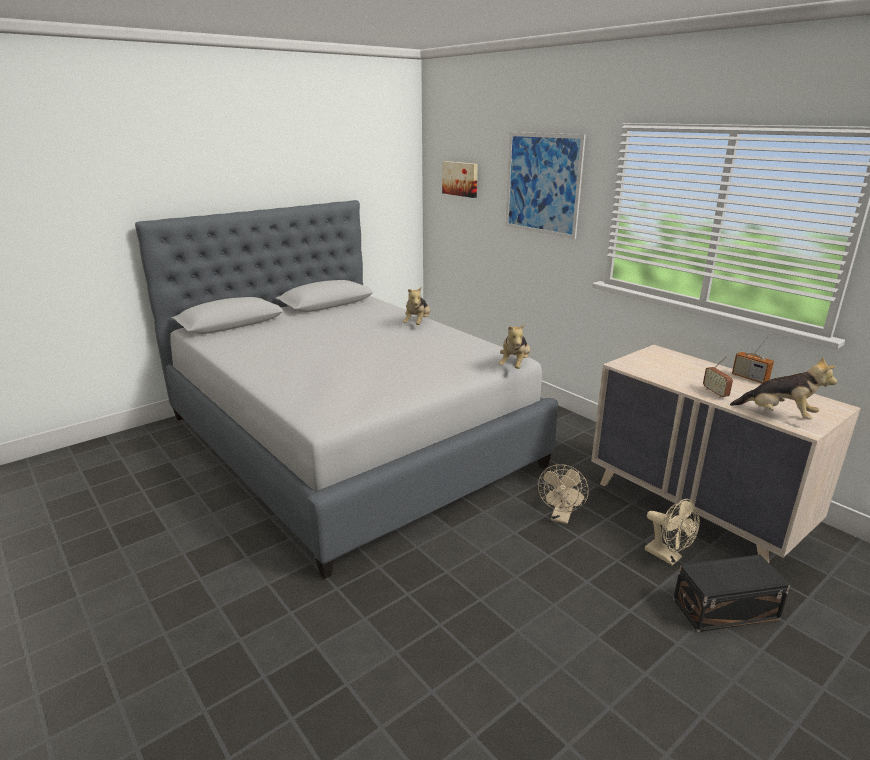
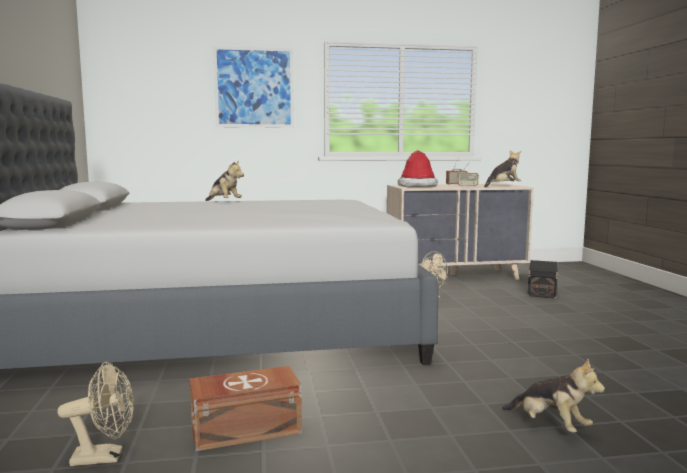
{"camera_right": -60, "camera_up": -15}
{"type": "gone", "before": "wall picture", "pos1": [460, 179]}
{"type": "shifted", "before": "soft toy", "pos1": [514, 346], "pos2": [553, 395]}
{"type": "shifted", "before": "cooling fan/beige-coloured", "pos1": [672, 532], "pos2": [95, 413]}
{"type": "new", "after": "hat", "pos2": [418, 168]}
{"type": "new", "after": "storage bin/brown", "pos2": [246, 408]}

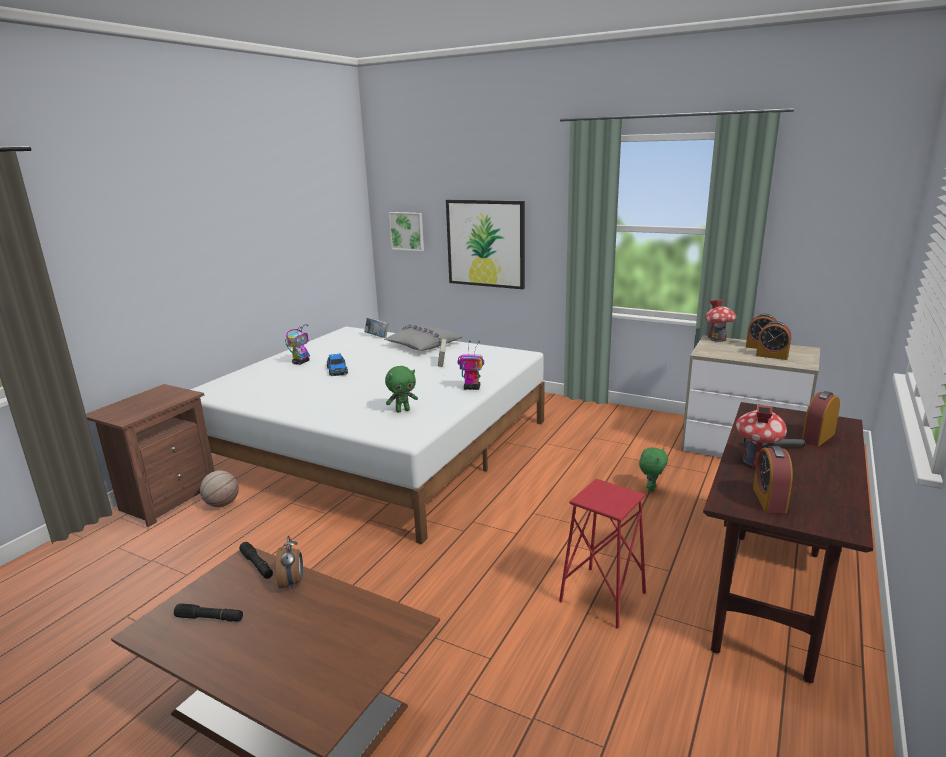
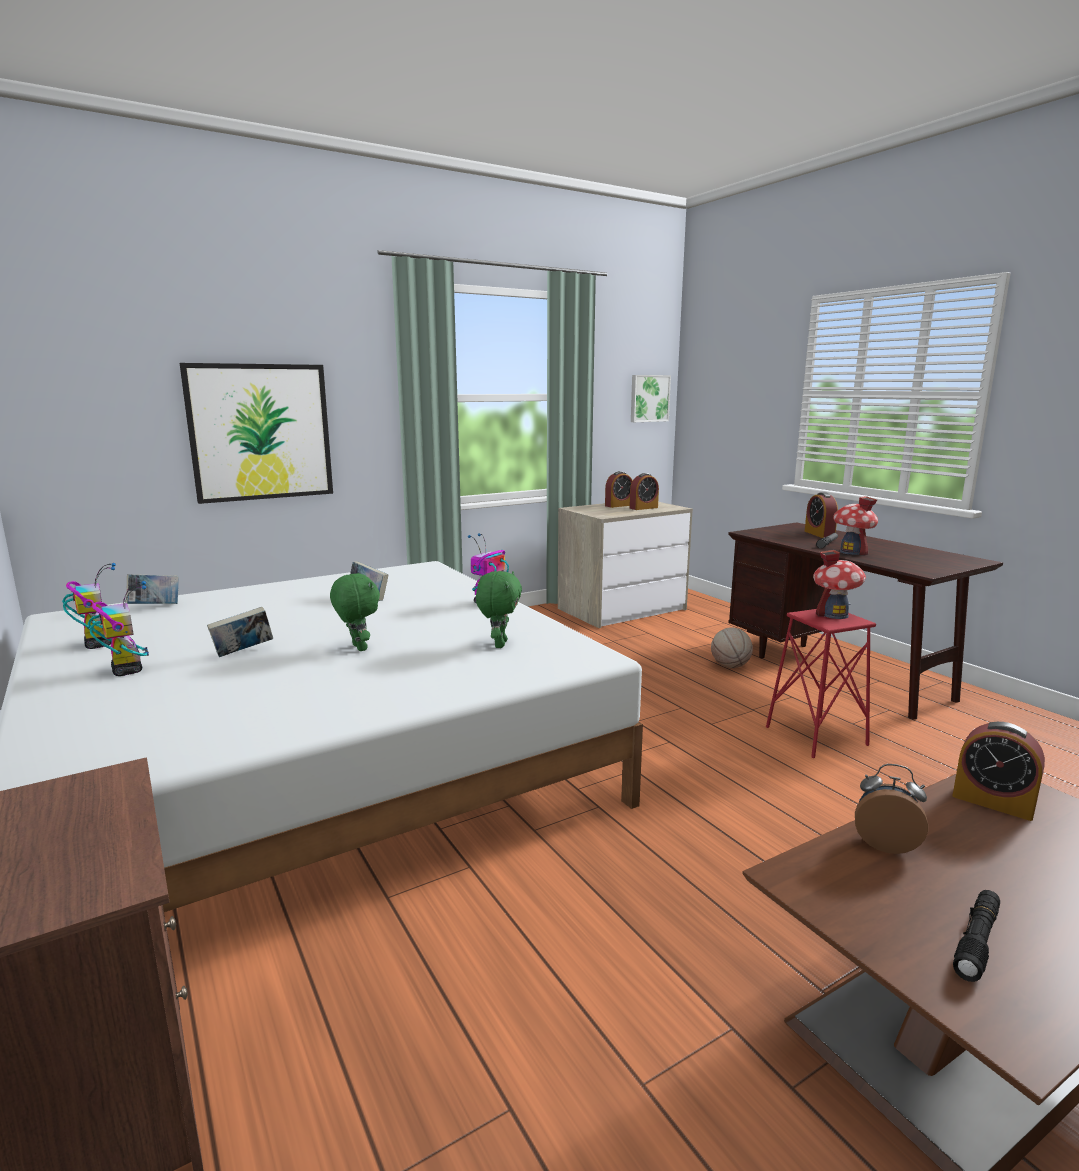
{"camera_right": -60, "camera_up": -5}
{"type": "shifted", "before": "wall picture", "pos1": [406, 231], "pos2": [651, 398]}
{"type": "shifted", "before": "miniature house", "pos1": [720, 320], "pos2": [839, 584]}
{"type": "gone", "before": "pillow/grey", "pos1": [423, 337]}
{"type": "swapped", "before": "model car", "after": "bound book", "pos1": [337, 364], "pos2": [240, 632]}
{"type": "shifted", "before": "table clock", "pos1": [773, 480], "pos2": [998, 771]}
{"type": "shifted", "before": "soft toy/green", "pos1": [653, 469], "pos2": [355, 612]}
{"type": "shifted", "before": "basketball ball", "pos1": [219, 488], "pos2": [732, 647]}
{"type": "gone", "before": "hand torch/blackish", "pos1": [256, 560]}
{"type": "new", "after": "robot figure", "pos2": [89, 606]}

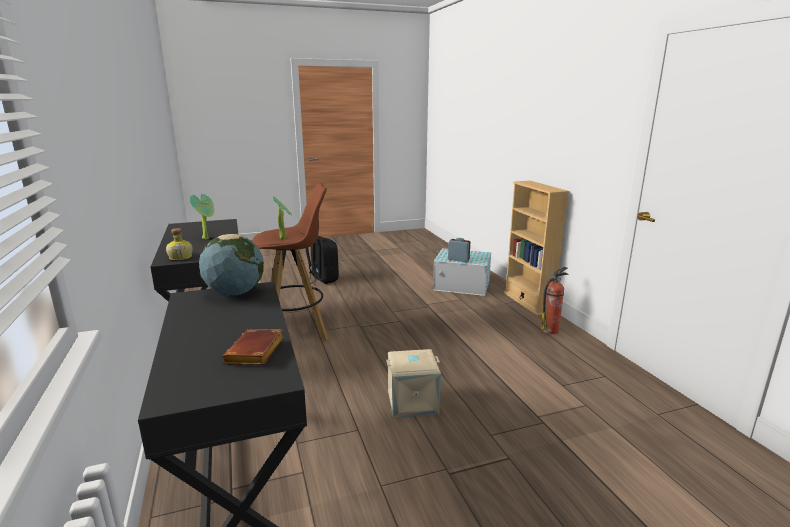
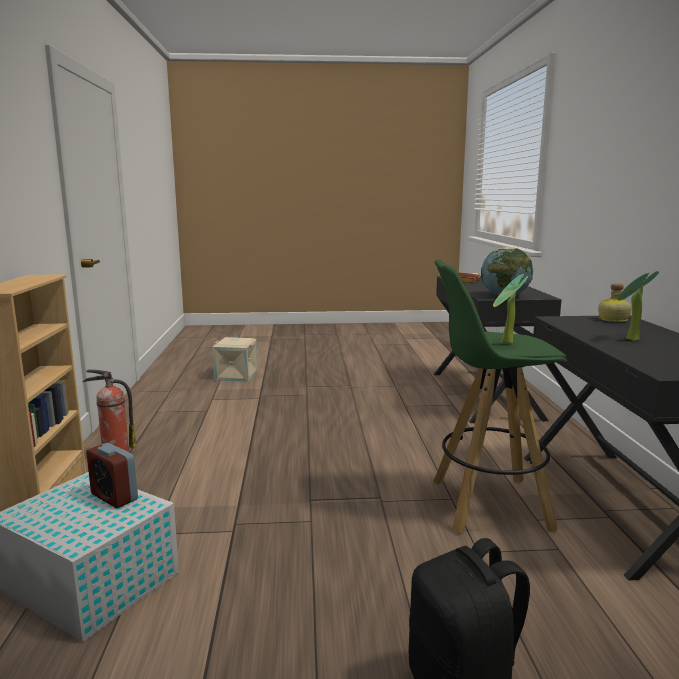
{"camera_right": -165, "camera_up": -5}
{"type": "repainted", "before": "sitting stool/brown", "after": "sitting stool/green", "pos1": [290, 262], "pos2": [500, 396]}
{"type": "shifted", "before": "storage bin/beige-coloured", "pos1": [413, 383], "pos2": [235, 359]}

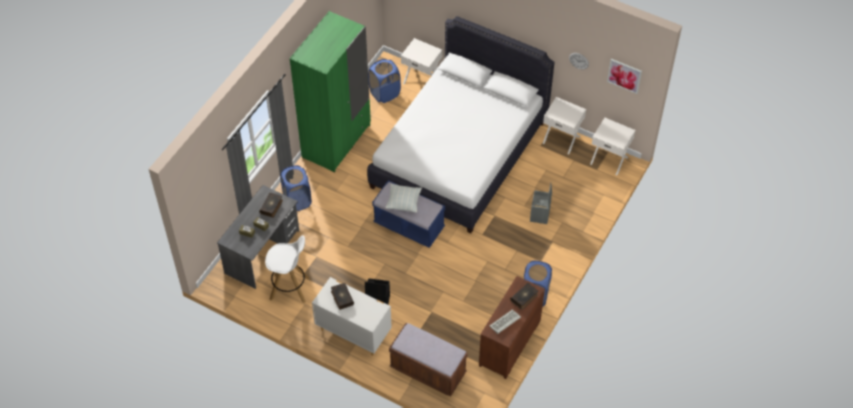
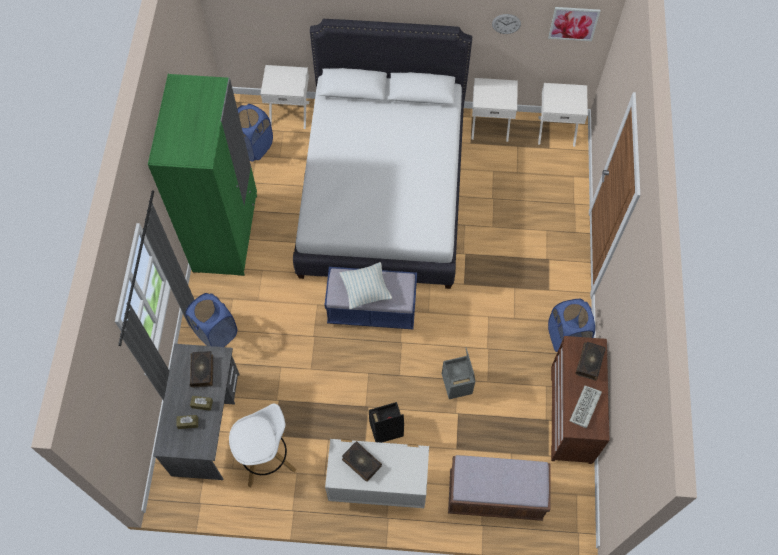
{"camera_right": -25, "camera_up": 10}
{"type": "shifted", "before": "storage bin/grey", "pos1": [541, 203], "pos2": [458, 373]}

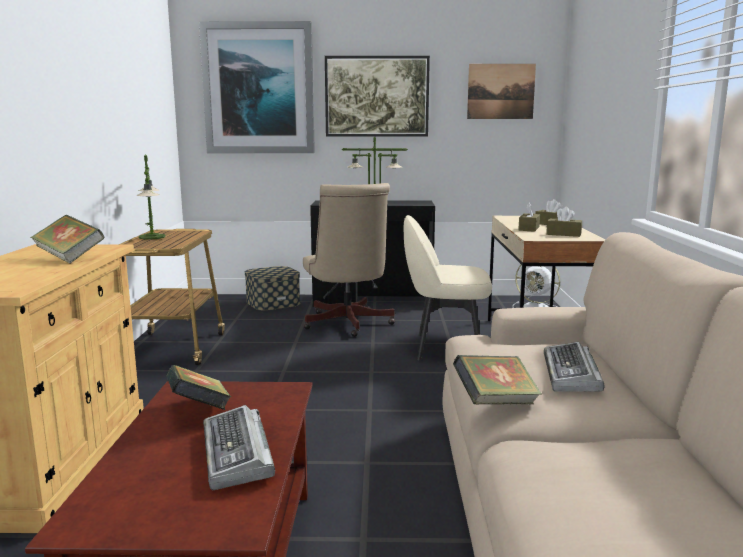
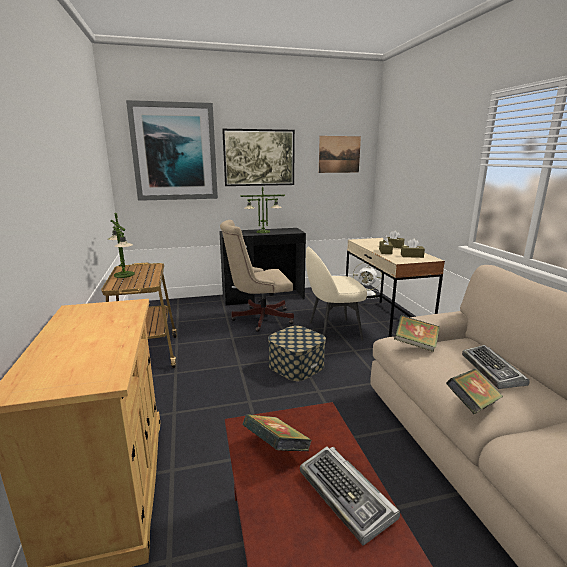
{"camera_right": -15, "camera_up": 5}
{"type": "rotated", "before": "desk chair/beige-coloured", "pos1": [349, 260], "pos2": [257, 276], "turn": 105}
{"type": "shifted", "before": "bound book", "pos1": [67, 239], "pos2": [417, 333]}
{"type": "shifted", "before": "storage bin", "pos1": [272, 288], "pos2": [297, 353]}

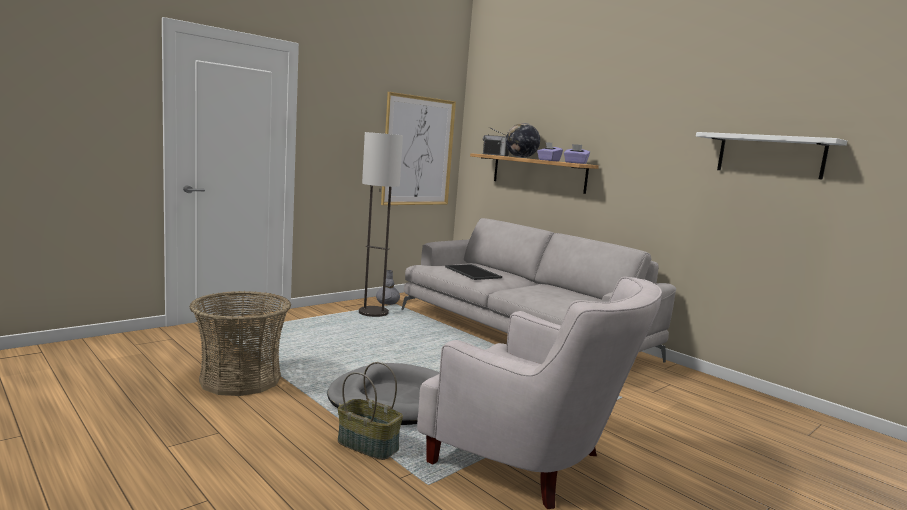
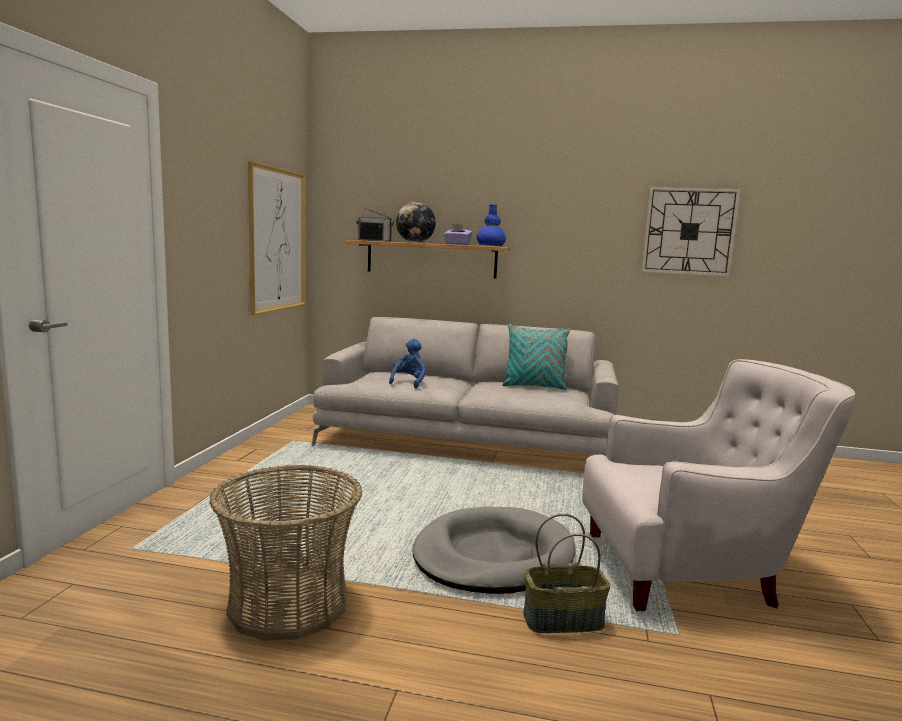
{"camera_right": -35, "camera_up": 0}
{"type": "gone", "before": "standard lamp", "pos1": [381, 224]}
{"type": "swapped", "before": "bracket shelf/white", "after": "clock on the wall", "pos1": [771, 156], "pos2": [691, 231]}
{"type": "swapped", "before": "tissue holder/purplish", "after": "decorative vase/bluish", "pos1": [577, 154], "pos2": [491, 225]}
{"type": "swapped", "before": "tray", "after": "soft toy/bluish", "pos1": [473, 272], "pos2": [407, 363]}
{"type": "gone", "before": "decorative vase/grey", "pos1": [388, 287]}
{"type": "new", "after": "pillow/turquoise-coloured", "pos2": [536, 357]}

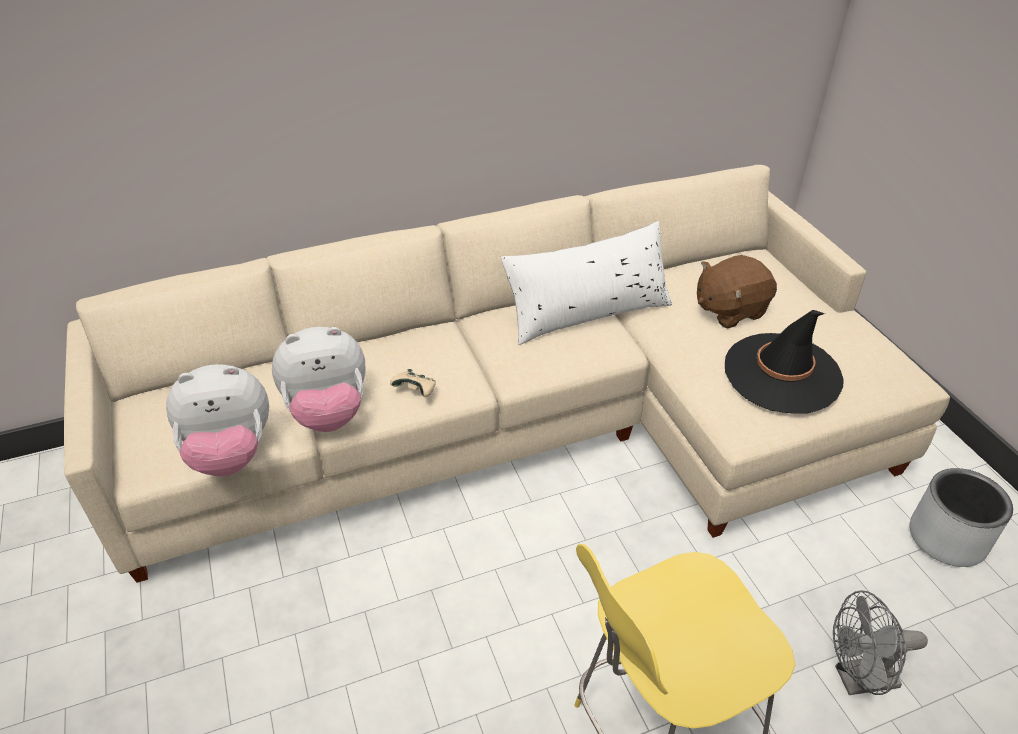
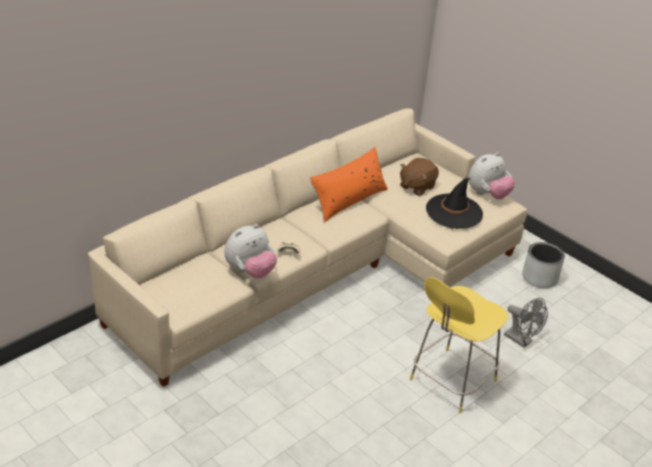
{"camera_right": -25, "camera_up": -5}
{"type": "repainted", "before": "pillow/white", "after": "pillow/orange", "pos1": [586, 283], "pos2": [349, 184]}
{"type": "shifted", "before": "soft toy", "pos1": [217, 420], "pos2": [491, 176]}
{"type": "rotated", "before": "cooling fan/grey", "pos1": [880, 642], "pos2": [526, 323], "turn": -105}

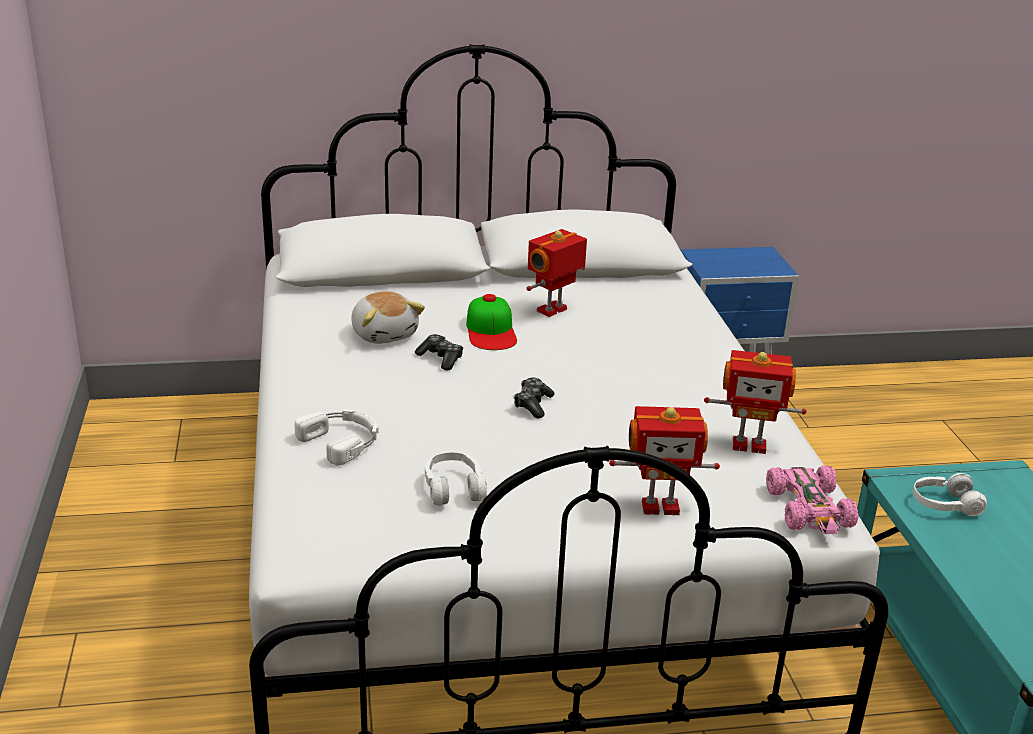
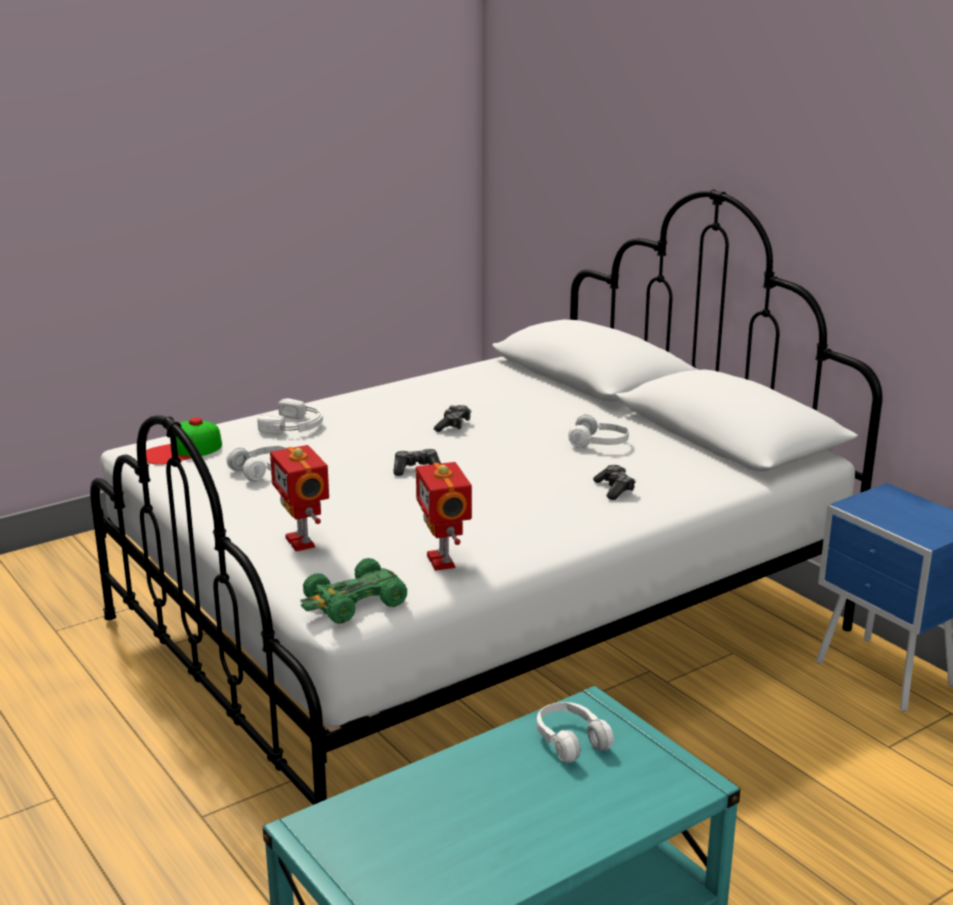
{"camera_right": 65, "camera_up": -5}
{"type": "swapped", "before": "robot figure", "after": "headset/white", "pos1": [556, 273], "pos2": [598, 431]}
{"type": "gone", "before": "soft toy", "pos1": [388, 317]}
{"type": "shifted", "before": "baseball cap", "pos1": [491, 322], "pos2": [184, 441]}
{"type": "repainted", "before": "model car/pink", "after": "model car/green", "pos1": [812, 499], "pos2": [353, 591]}
{"type": "new", "after": "game controller", "pos2": [614, 482]}

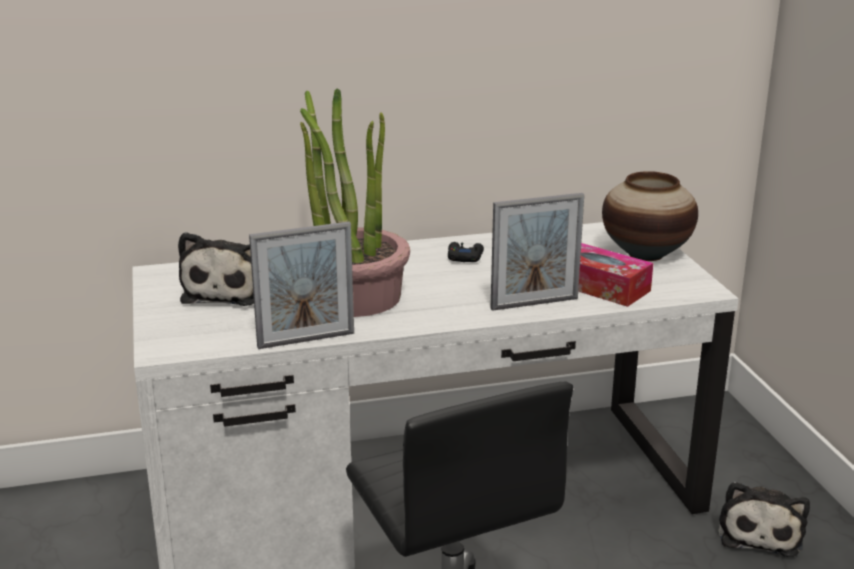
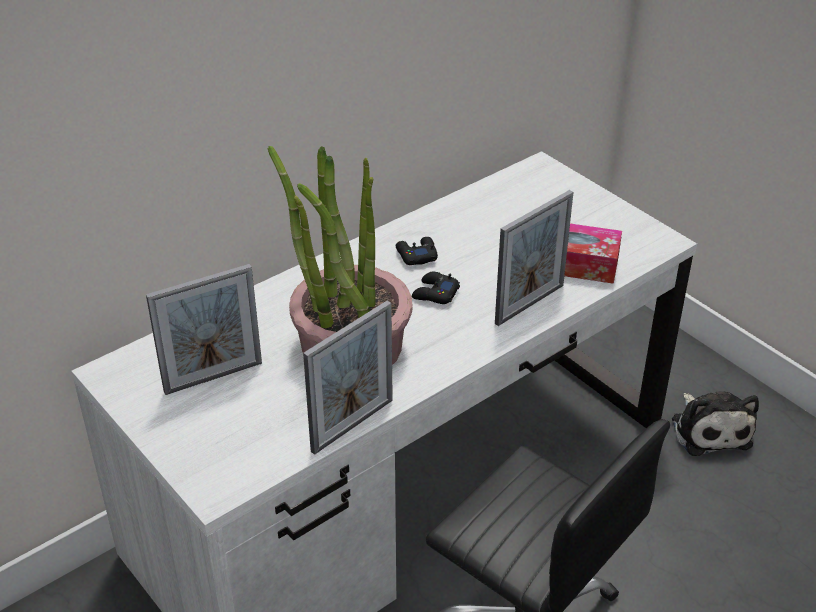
{"camera_right": -25, "camera_up": 15}
{"type": "gone", "before": "decorative vase", "pos1": [650, 216]}
{"type": "swapped", "before": "soft toy", "after": "standing frame", "pos1": [216, 269], "pos2": [204, 329]}
{"type": "new", "after": "game controller/blackish", "pos2": [436, 288]}

